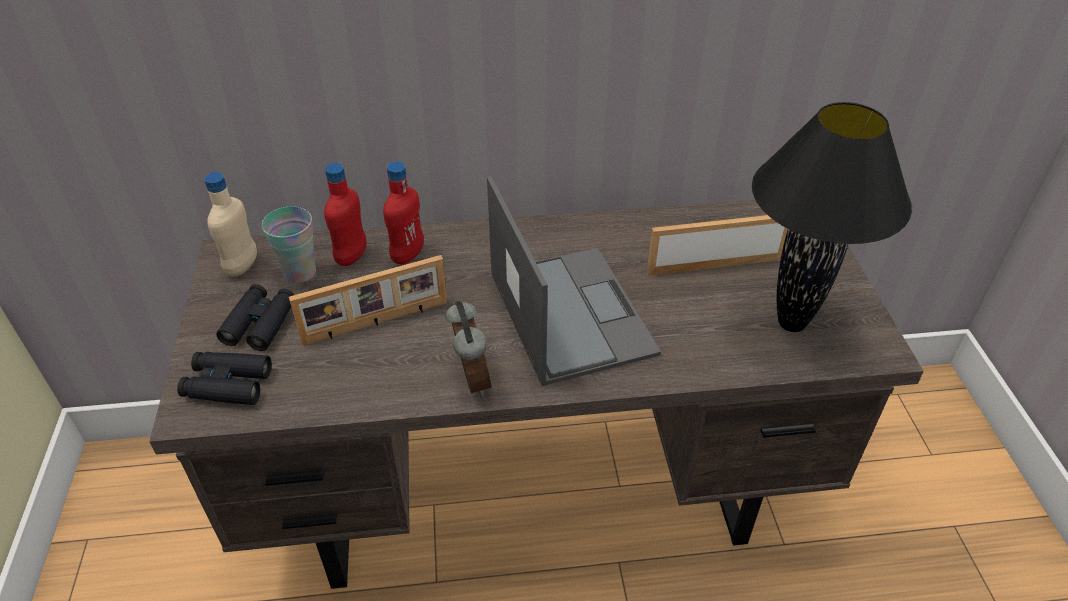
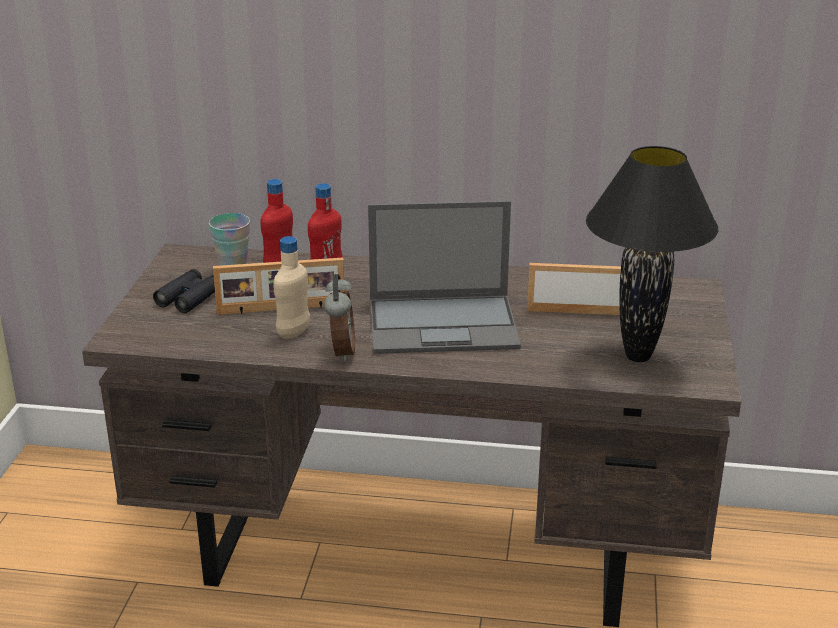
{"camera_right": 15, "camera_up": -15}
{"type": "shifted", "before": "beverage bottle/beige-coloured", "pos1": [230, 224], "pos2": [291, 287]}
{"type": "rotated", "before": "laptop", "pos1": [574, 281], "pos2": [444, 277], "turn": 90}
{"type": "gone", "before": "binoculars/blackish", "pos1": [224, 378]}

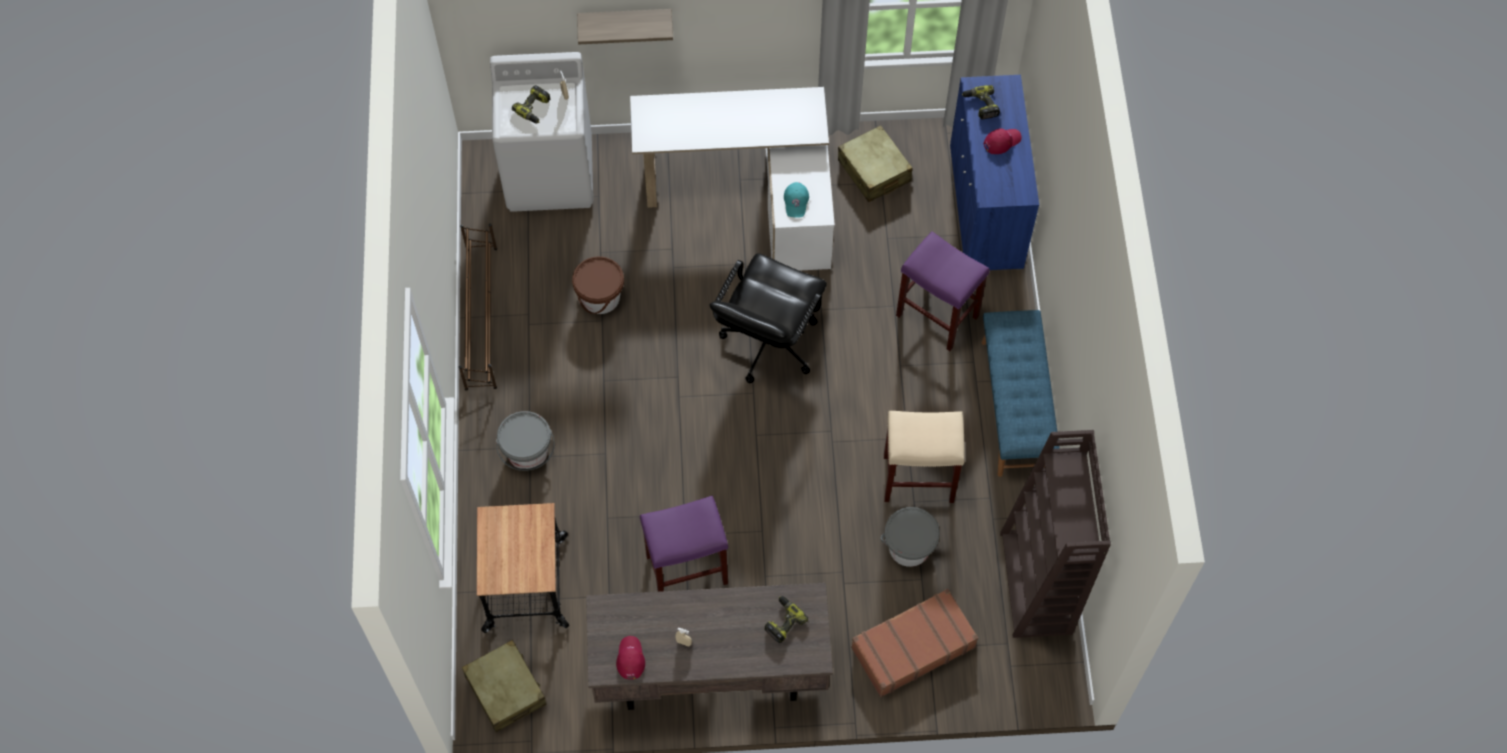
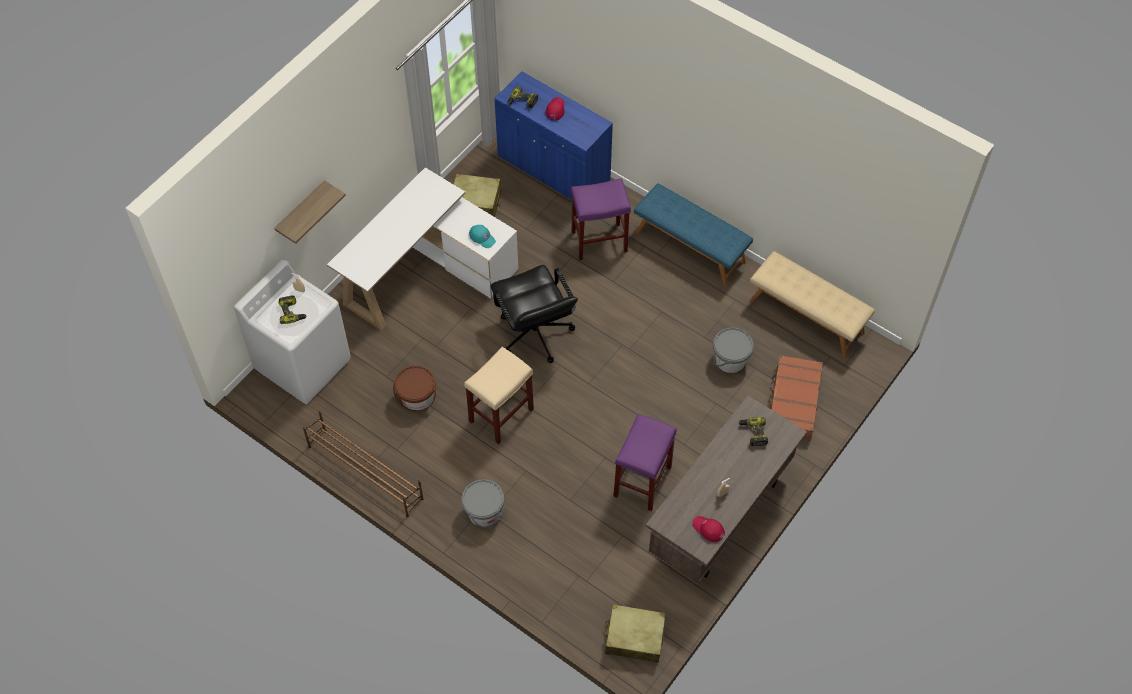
{"camera_right": -50, "camera_up": -5}
{"type": "shifted", "before": "sitting stool/beige-coloured", "pos1": [924, 457], "pos2": [499, 395]}
{"type": "swapped", "before": "shelving unit/brown", "after": "long seat/beige-coloured", "pos1": [1055, 534], "pos2": [812, 304]}
{"type": "gone", "before": "cart", "pos1": [523, 568]}

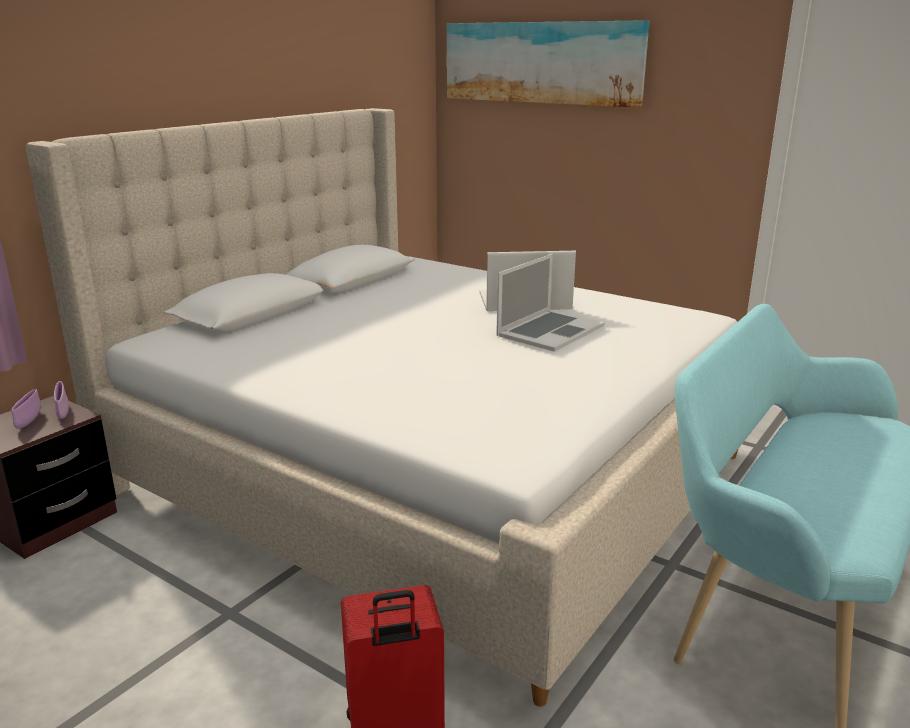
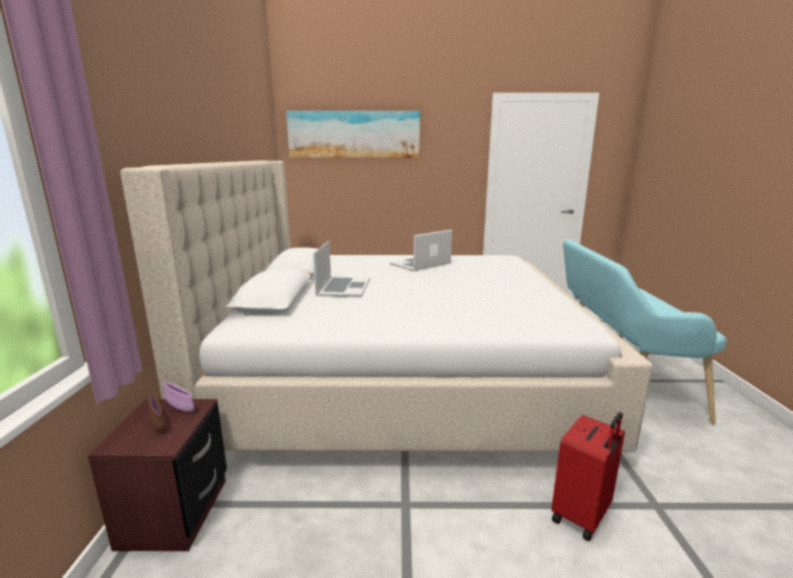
{"camera_right": -35, "camera_up": -5}
{"type": "shifted", "before": "laptop", "pos1": [550, 303], "pos2": [341, 268]}
{"type": "repainted", "before": "serving bowl/purplish", "after": "serving bowl/brown", "pos1": [26, 409], "pos2": [157, 412]}

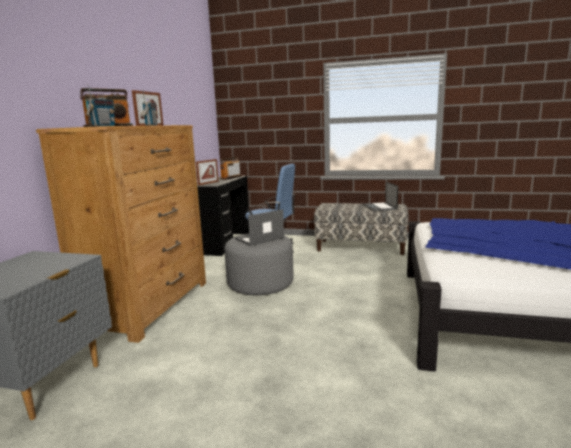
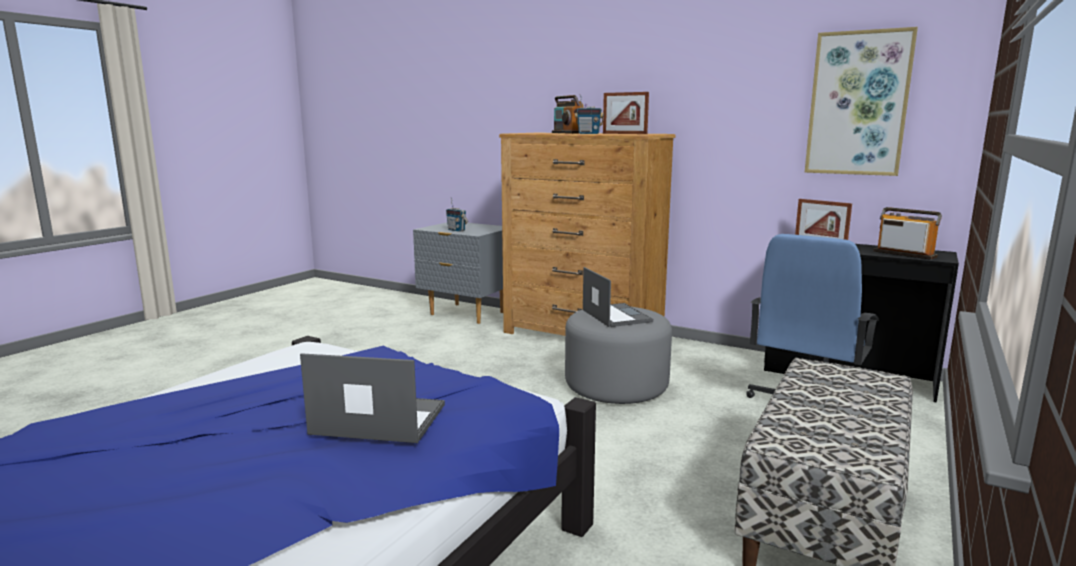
{"camera_right": 105, "camera_up": 0}
{"type": "shifted", "before": "radio receiver", "pos1": [100, 105], "pos2": [457, 214]}
{"type": "shifted", "before": "laptop", "pos1": [380, 196], "pos2": [372, 398]}
{"type": "new", "after": "wall picture", "pos2": [861, 101]}

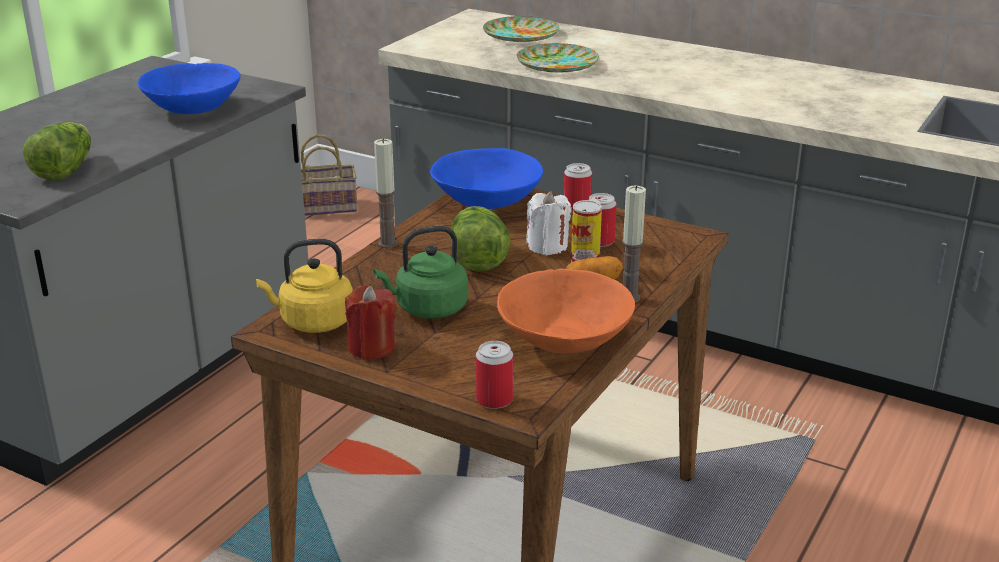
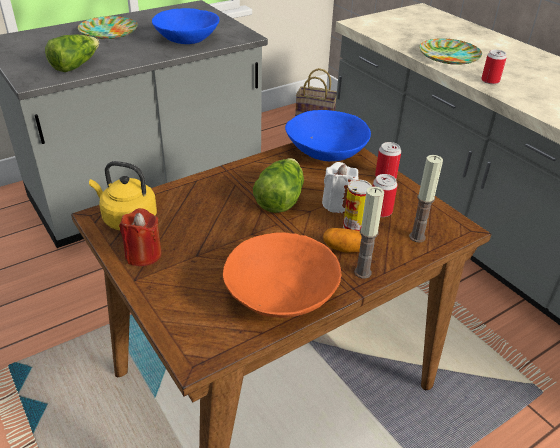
{"camera_right": 25, "camera_up": 10}
{"type": "shifted", "before": "dinner plate", "pos1": [521, 29], "pos2": [108, 27]}
{"type": "shifted", "before": "wax candle", "pos1": [386, 193], "pos2": [426, 198]}
{"type": "gone", "before": "tea kettle/green", "pos1": [421, 272]}
{"type": "shifted", "before": "metal can", "pos1": [494, 375], "pos2": [494, 67]}

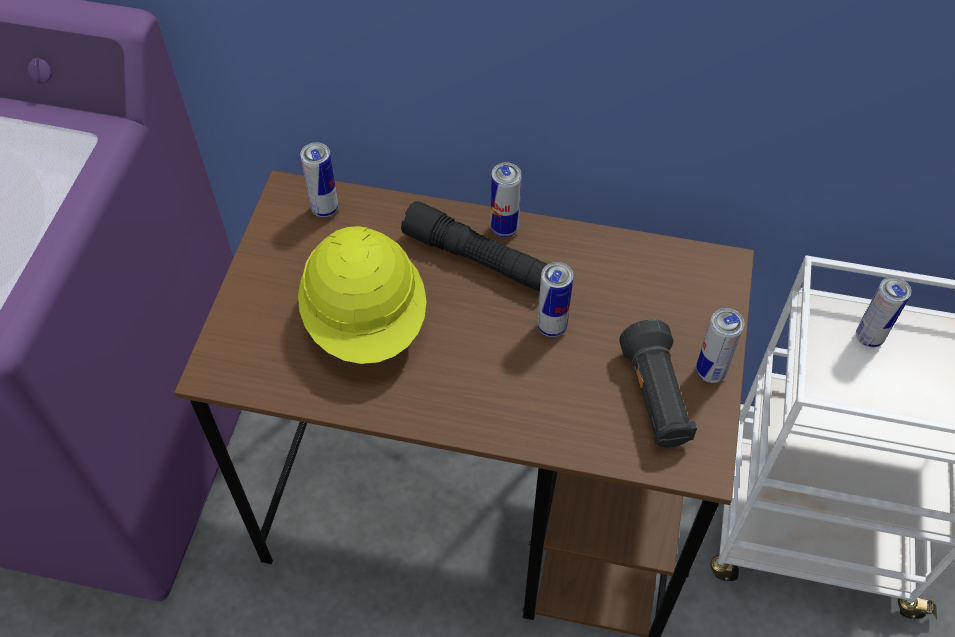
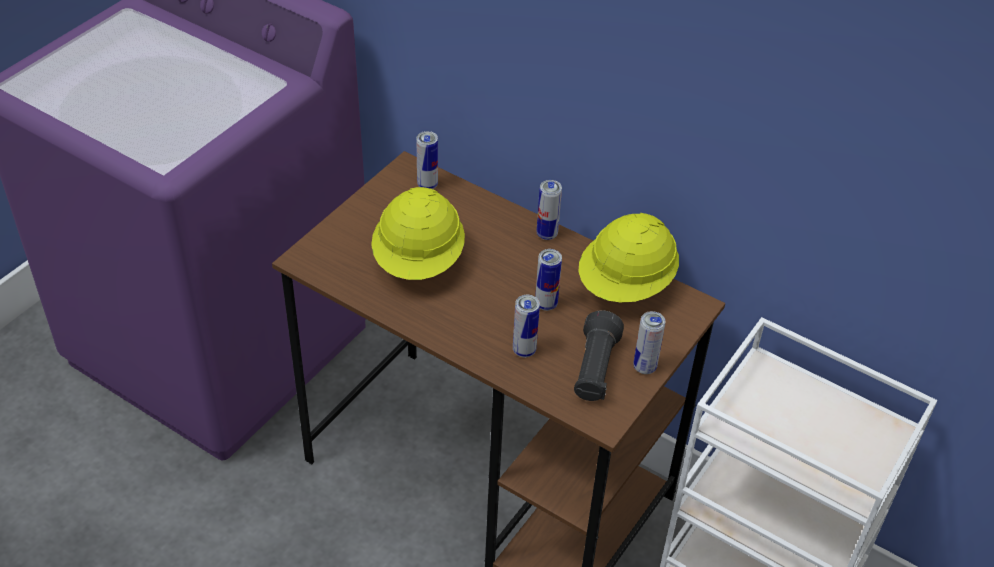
{"camera_right": 20, "camera_up": -10}
{"type": "gone", "before": "hand torch/blackish", "pos1": [474, 246]}
{"type": "shifted", "before": "metal can", "pos1": [883, 312], "pos2": [526, 326]}
{"type": "new", "after": "work helmet/yellow", "pos2": [628, 258]}

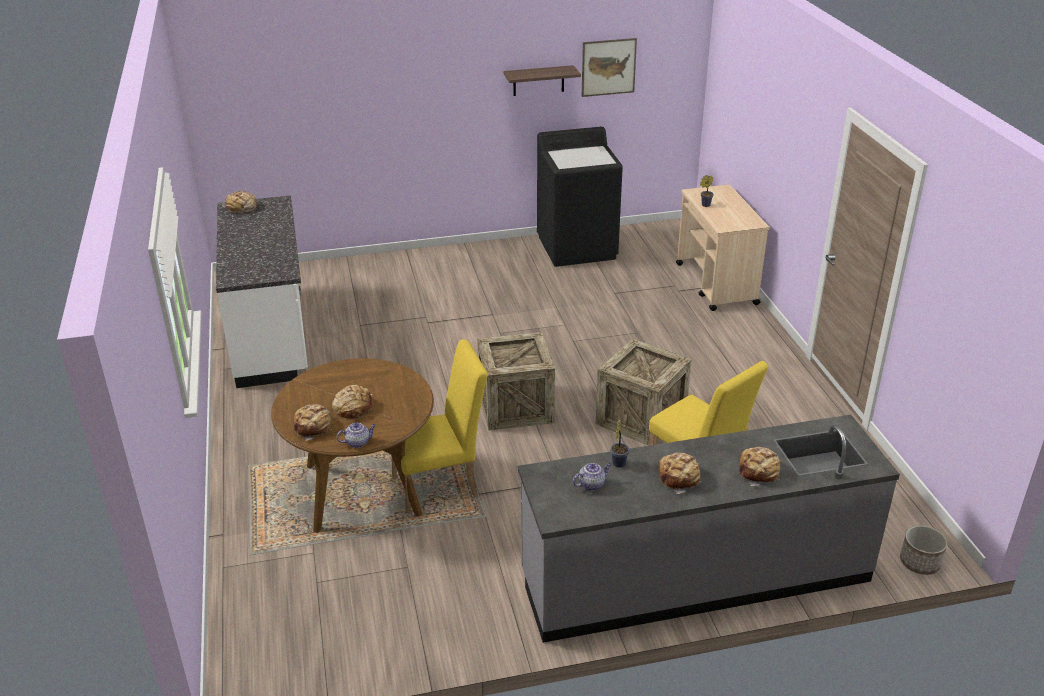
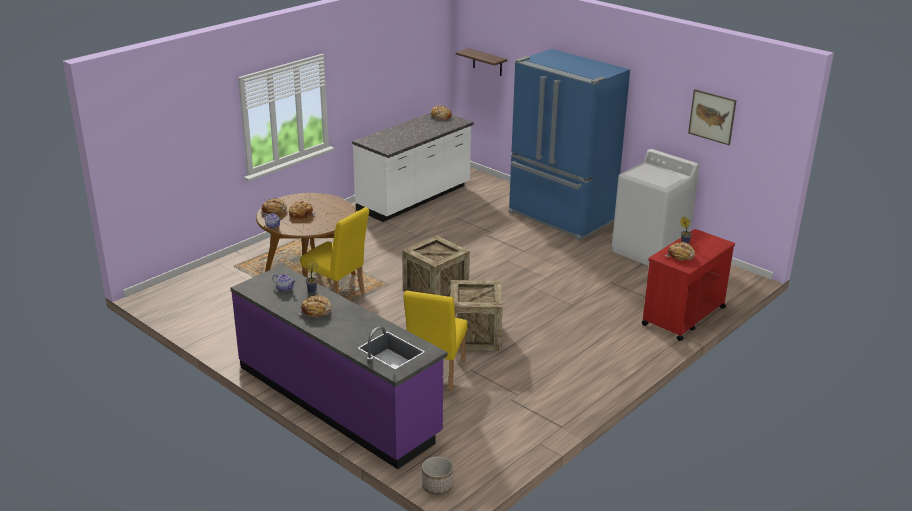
{"camera_right": 55, "camera_up": -5}
{"type": "shifted", "before": "bracket shelf", "pos1": [542, 80], "pos2": [482, 62]}
{"type": "repainted", "before": "washing machine/blackish", "after": "washing machine/white", "pos1": [580, 197], "pos2": [655, 207]}
{"type": "repainted", "before": "cart/beige-coloured", "after": "cart/red", "pos1": [722, 248], "pos2": [688, 285]}
{"type": "repainted", "before": "kitchen counter/grey", "after": "kitchen counter/purplish", "pos1": [709, 529], "pos2": [339, 367]}
{"type": "shifted", "before": "bread", "pos1": [759, 466], "pos2": [680, 251]}
{"type": "new", "after": "kitchen fridge/bluish", "pos2": [569, 145]}

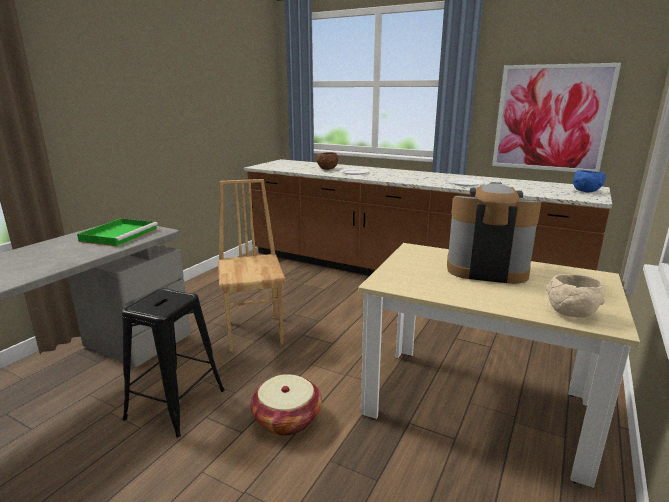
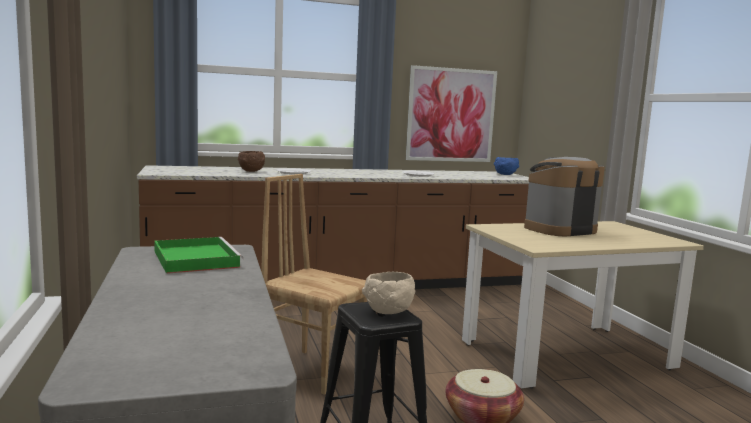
{"camera_right": -45, "camera_up": -10}
{"type": "shifted", "before": "serving bowl/beige-coloured", "pos1": [575, 295], "pos2": [388, 293]}

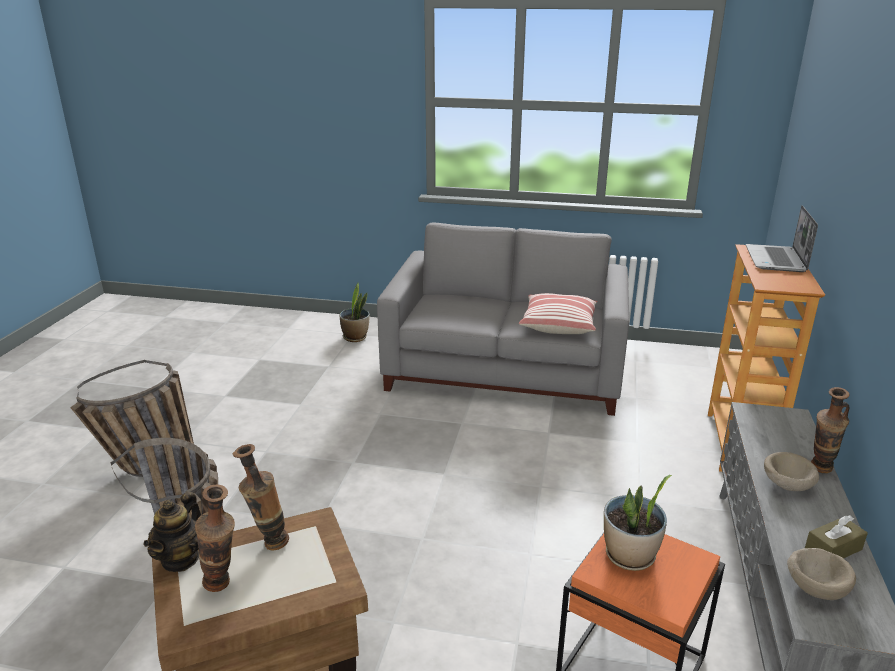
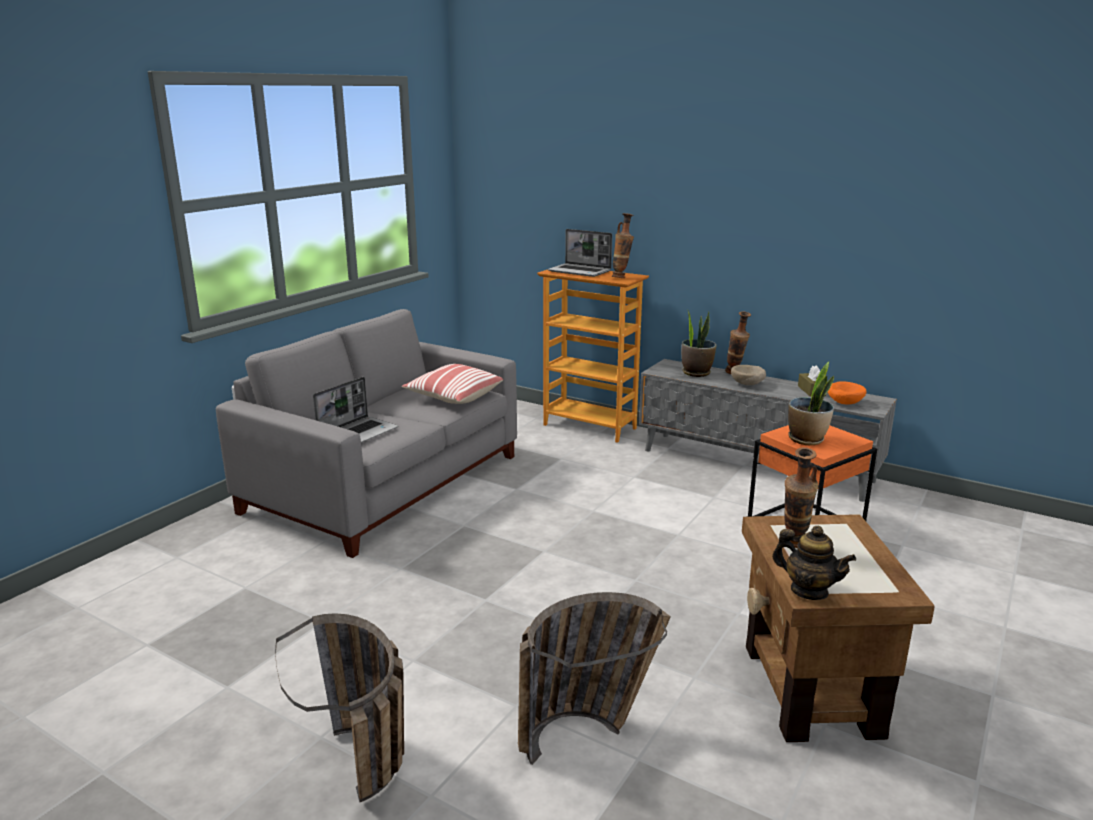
{"camera_right": -70, "camera_up": -5}
{"type": "shifted", "before": "houseplant", "pos1": [354, 312], "pos2": [698, 343]}
{"type": "shifted", "before": "decorative vase", "pos1": [215, 538], "pos2": [623, 245]}
{"type": "repainted", "before": "serving bowl/beige-coloured", "after": "serving bowl/orange", "pos1": [821, 574], "pos2": [847, 393]}
{"type": "new", "after": "laptop", "pos2": [355, 410]}

